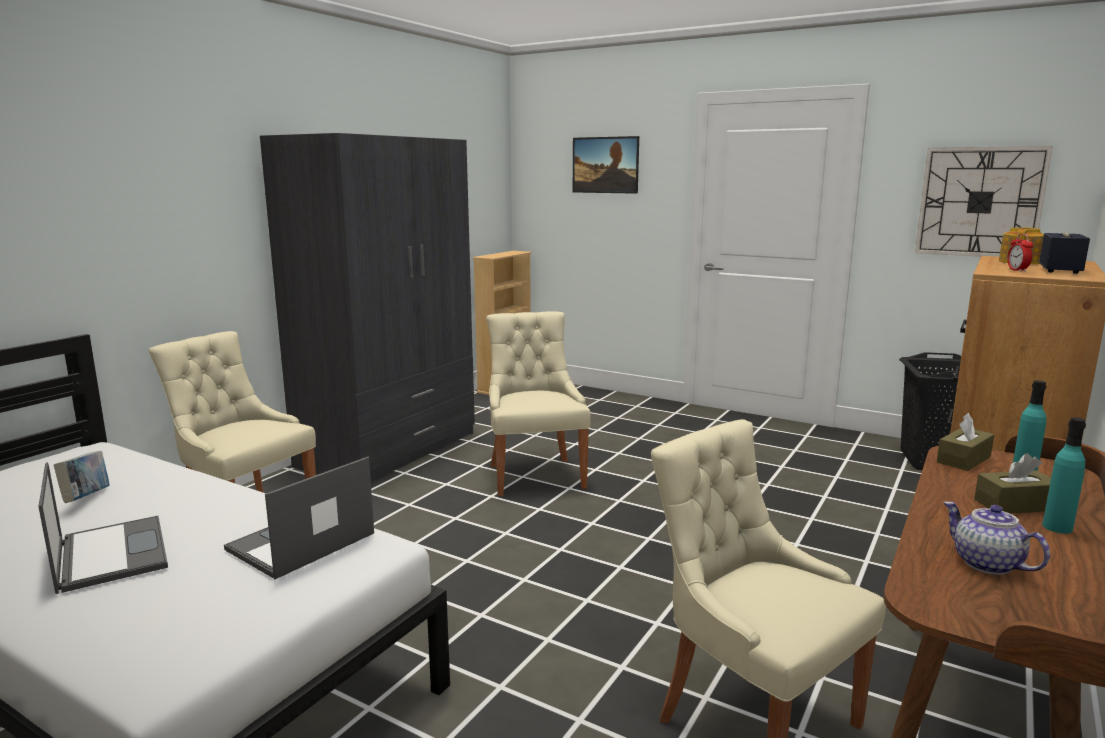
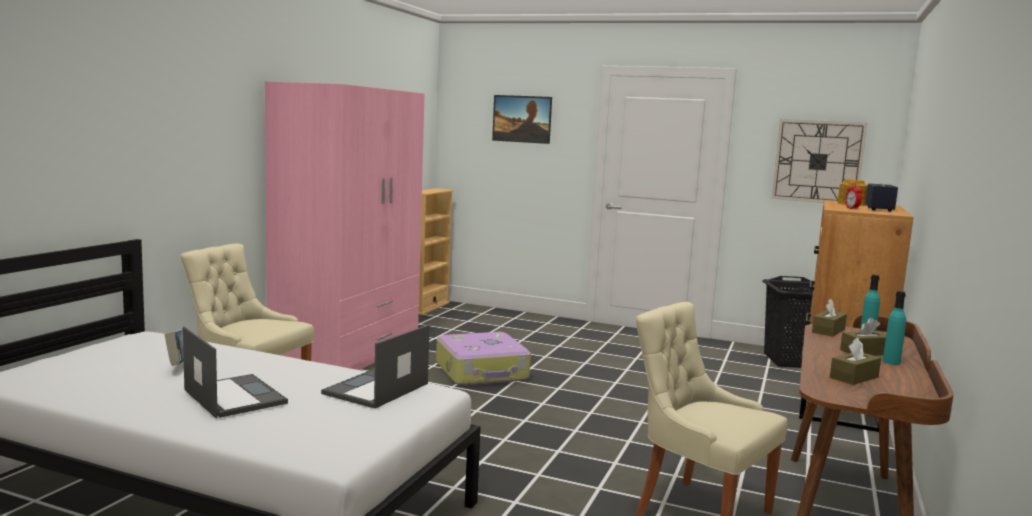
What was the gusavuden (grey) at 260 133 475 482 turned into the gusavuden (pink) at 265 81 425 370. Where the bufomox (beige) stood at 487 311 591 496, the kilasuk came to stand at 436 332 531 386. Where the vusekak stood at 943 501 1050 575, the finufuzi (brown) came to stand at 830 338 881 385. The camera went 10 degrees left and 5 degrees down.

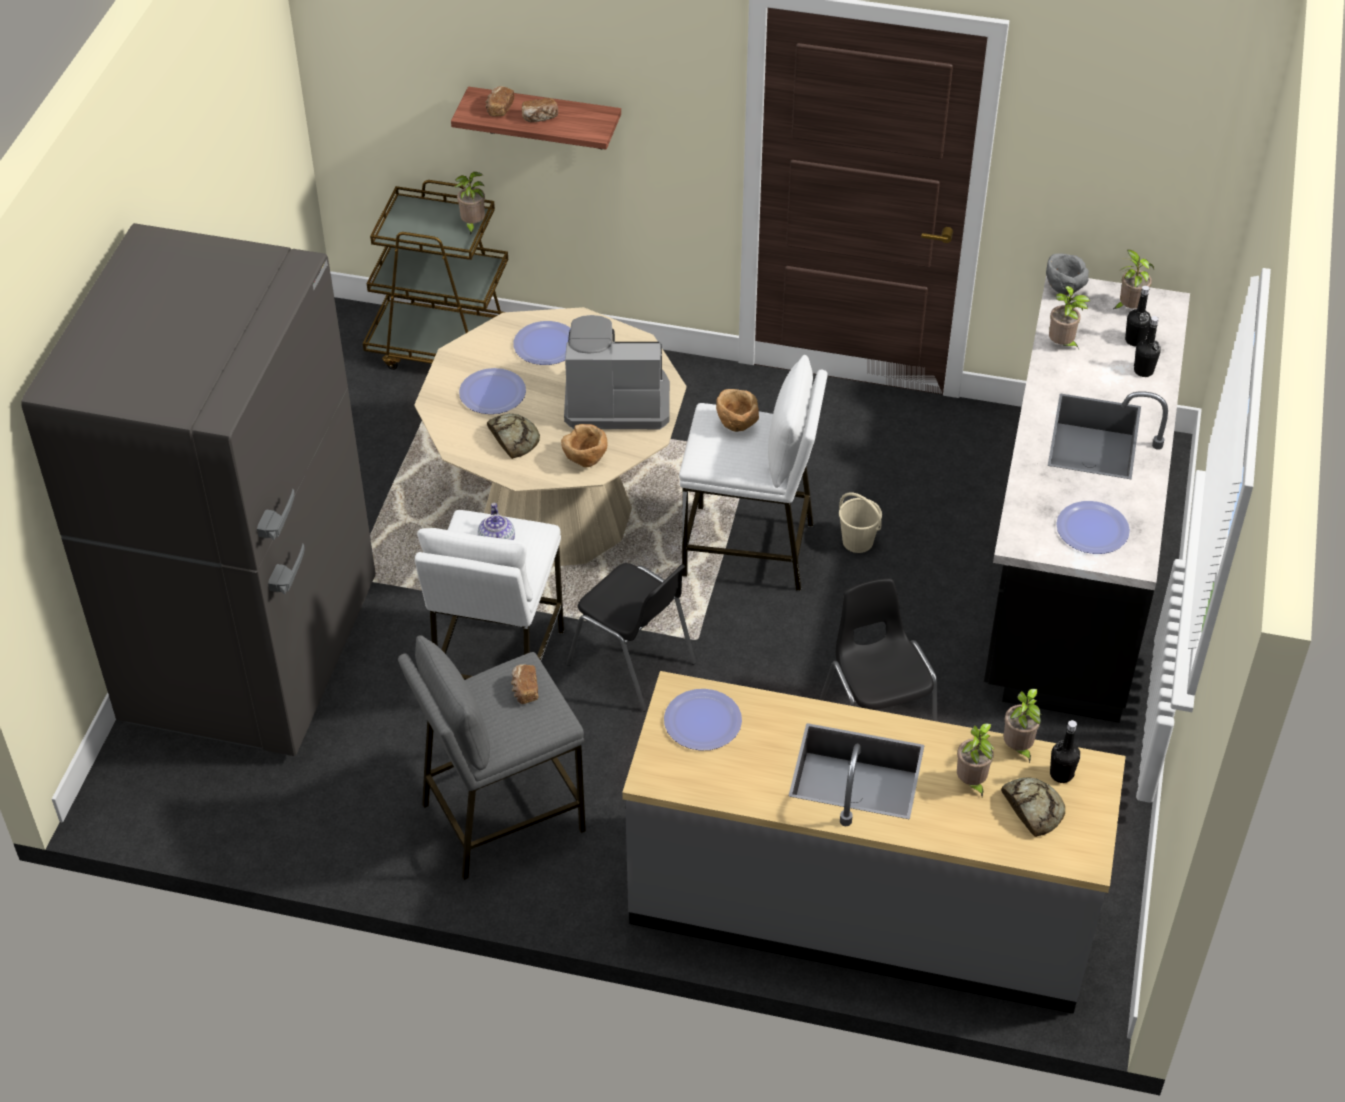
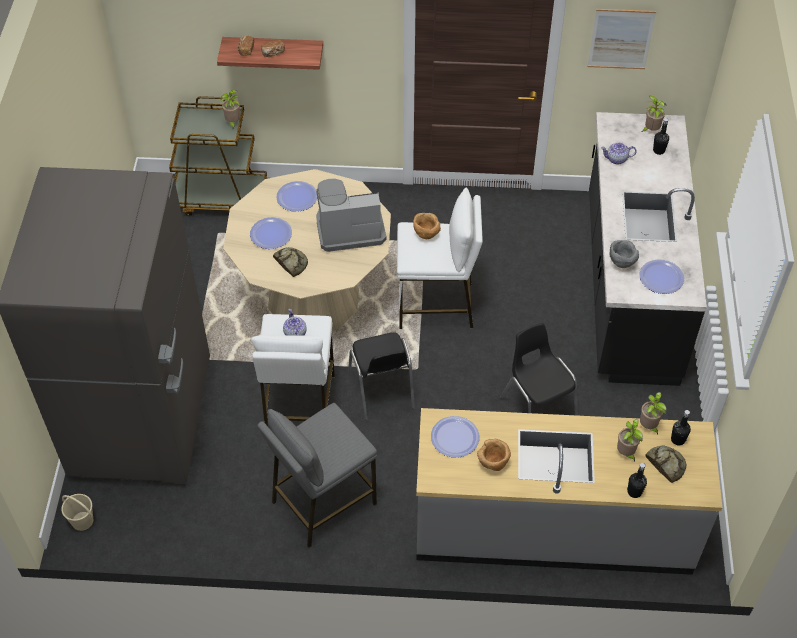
The second view lost the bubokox at 511 664 539 704. The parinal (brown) ended up elsewhere, having gone from 561 424 608 467 to 477 439 511 471. The bufomox (black) at 566 563 696 712 ended up facing another way, 45 degrees clockwise from before. The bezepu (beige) ended up elsewhere, having gone from 839 492 882 553 to 61 494 93 531. The parinal (grey) ended up elsewhere, having gone from 1046 253 1089 295 to 609 240 639 268. Where the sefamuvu stood at 1049 286 1090 349, the vusekak came to stand at 601 142 637 164. The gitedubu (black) ended up elsewhere, having gone from 1134 316 1161 377 to 627 463 647 498. The second view gained the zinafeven at 587 9 656 69. The camera went 10 degrees left and 5 degrees up.

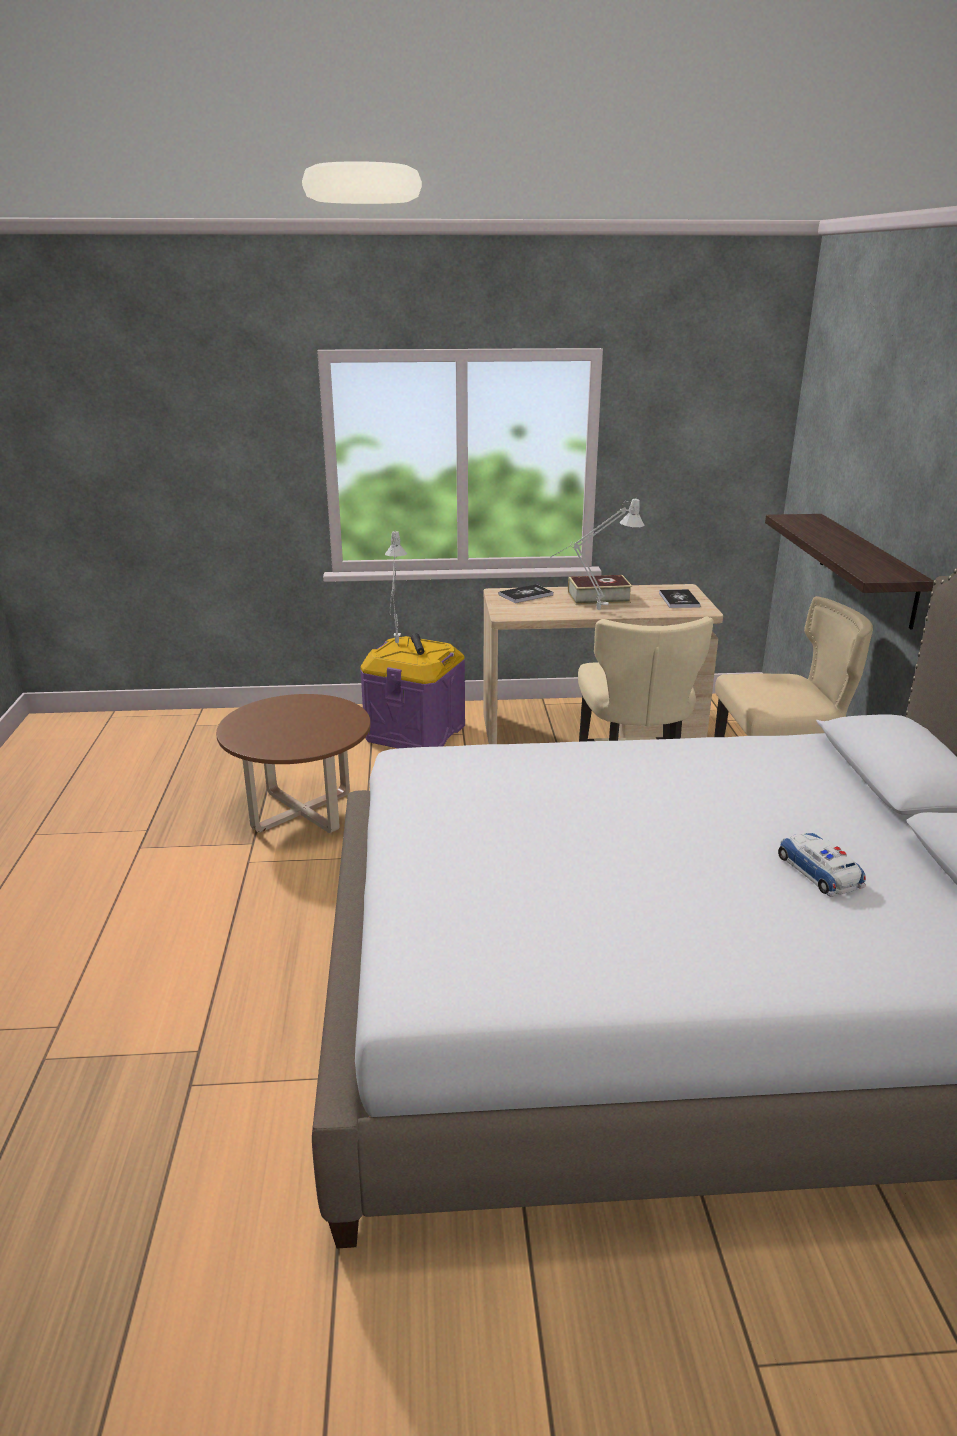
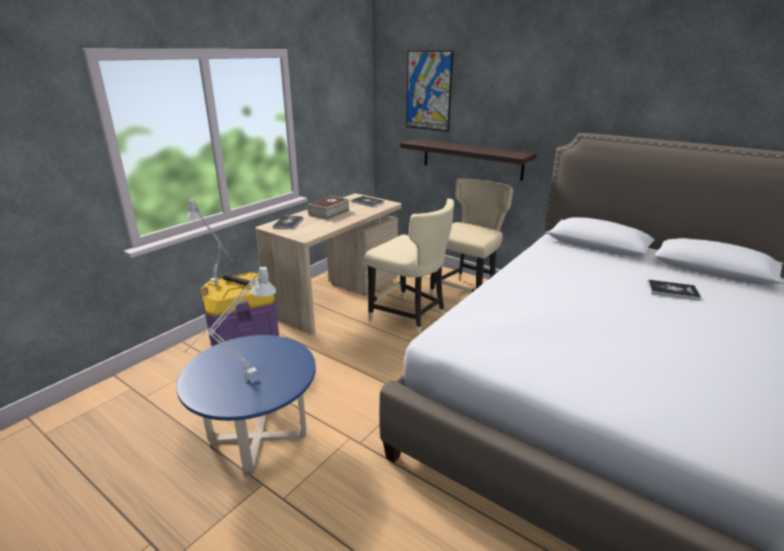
What was the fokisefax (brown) at 216 694 371 833 turned into the fokisefax (blue) at 176 335 316 474. The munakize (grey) ended up elsewhere, having gone from 552 499 645 610 to 184 267 276 379. Where the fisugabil stood at 778 833 866 897, the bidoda came to stand at 647 280 701 300. The second view gained the zinafeven at 406 51 453 132. The camera went 50 degrees left and 0 degrees up.

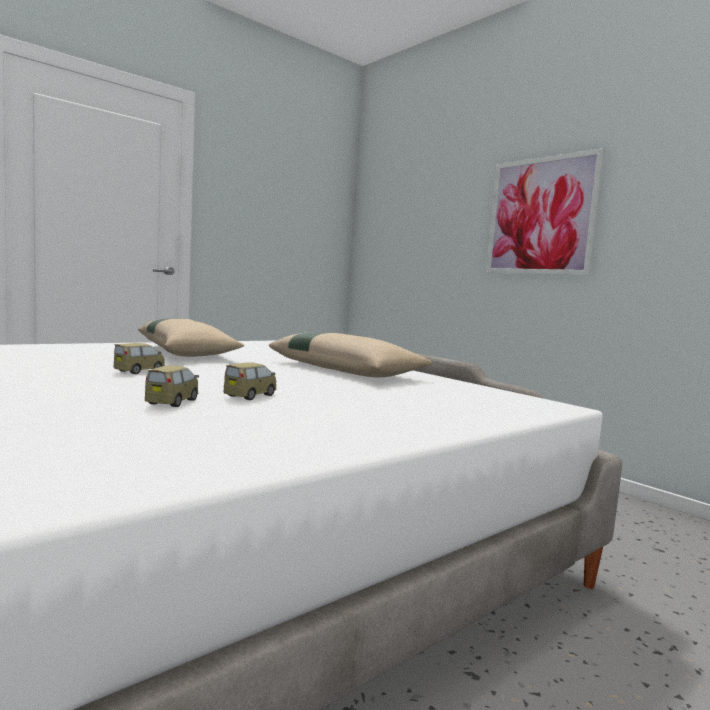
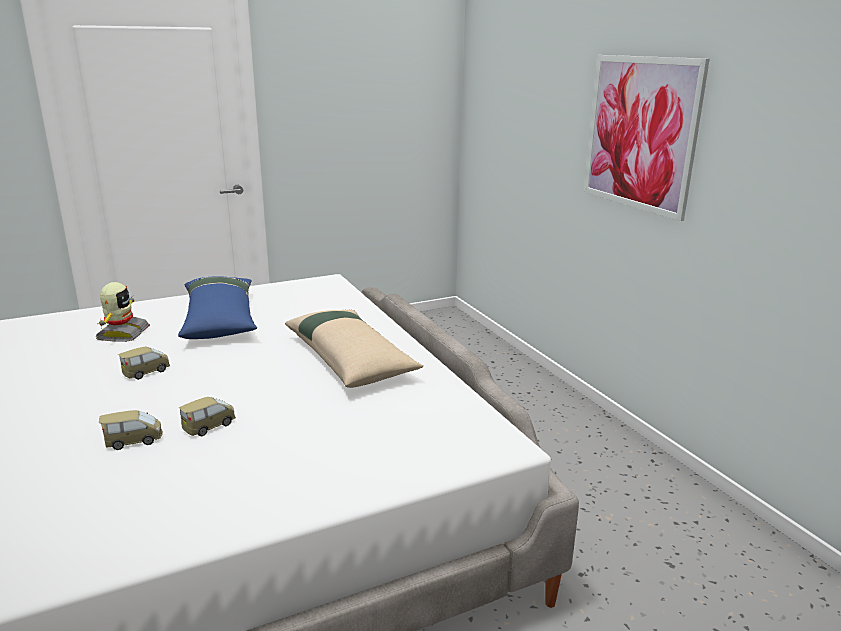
What was the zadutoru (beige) at 138 318 244 357 turned into the zadutoru (blue) at 178 276 257 339. The fisugabil at 145 365 199 407 ended up facing another way, 45 degrees clockwise from before. The second view gained the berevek at 96 282 150 342. The camera went 15 degrees right and 15 degrees up.

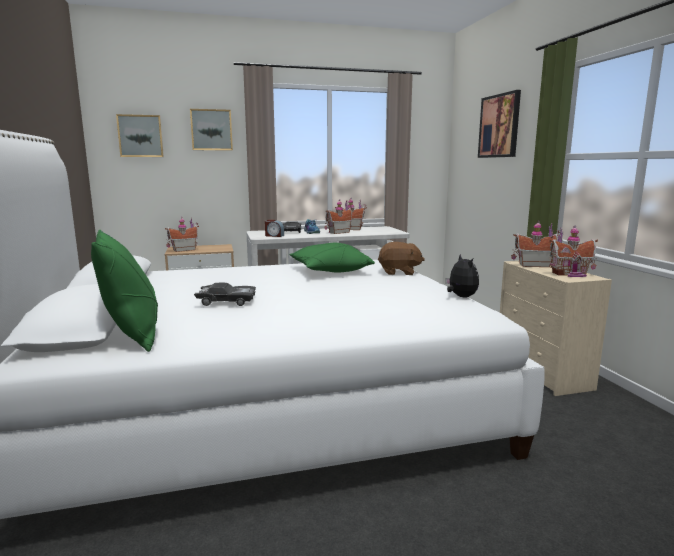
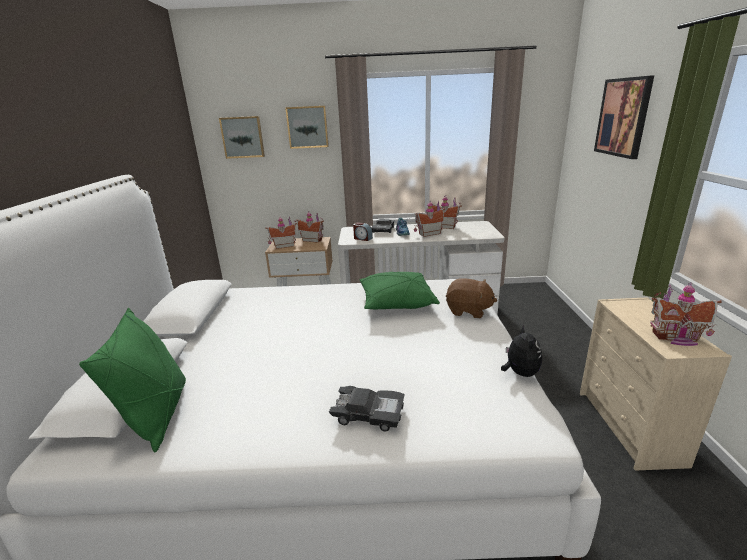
The fisugabil (black) ended up elsewhere, having gone from 194 283 256 306 to 329 386 405 432. The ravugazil ended up elsewhere, having gone from 511 220 560 267 to 296 213 324 243. The camera went 15 degrees right and 10 degrees up.

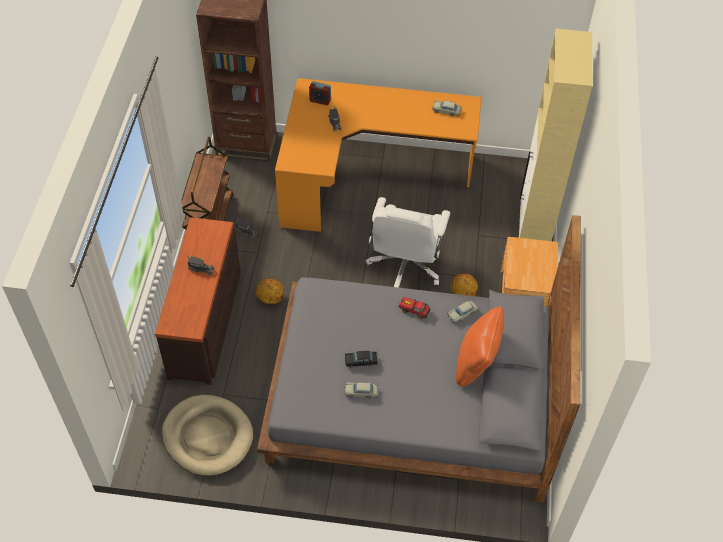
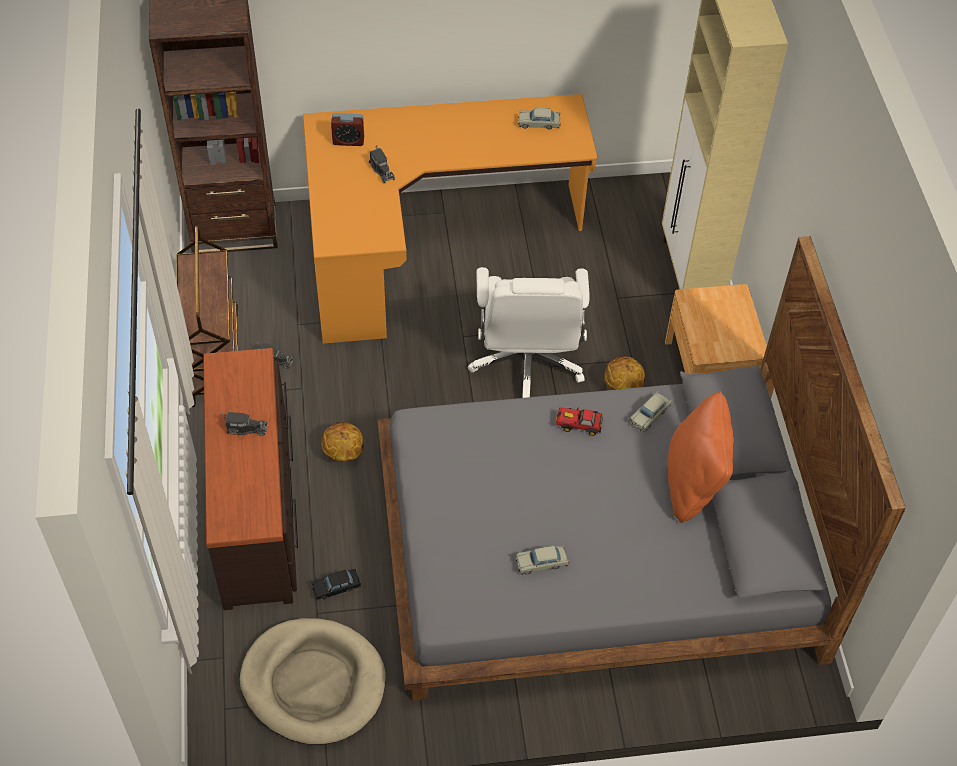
The fisugabil (black) ended up elsewhere, having gone from 345 351 378 368 to 311 569 361 601. The camera went 15 degrees left and 0 degrees up.

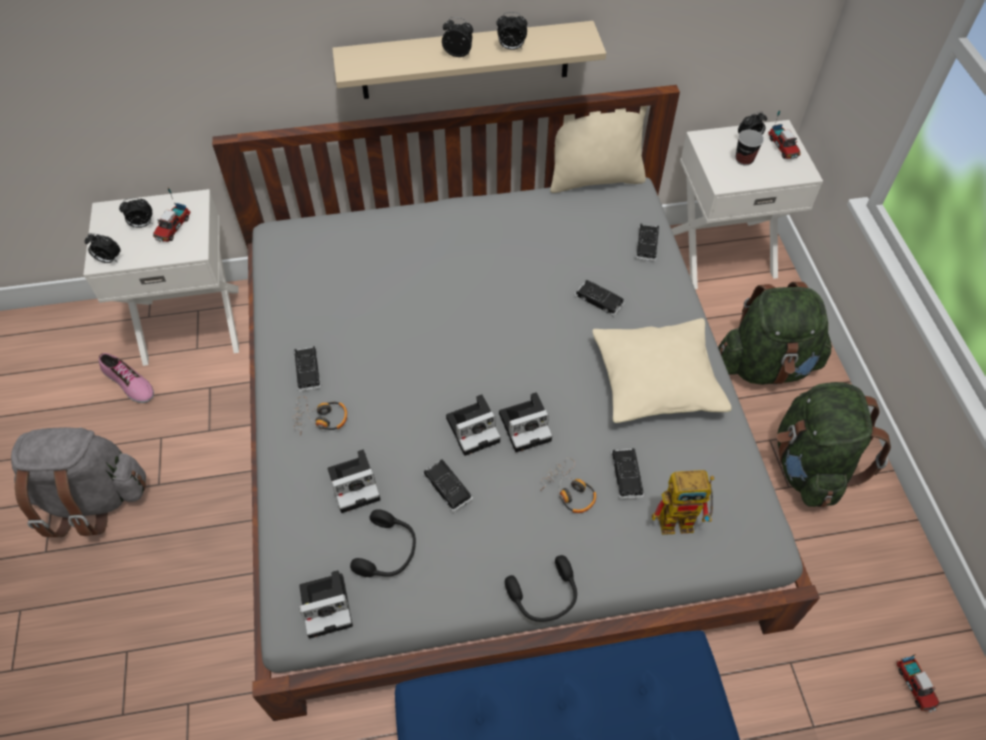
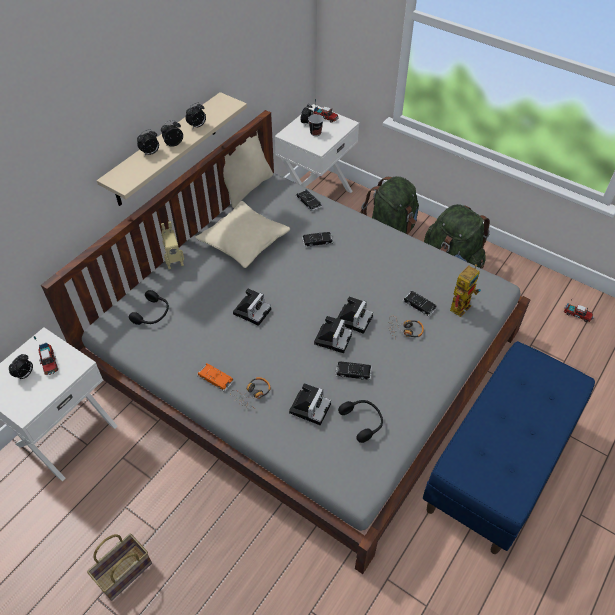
Where the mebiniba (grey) stood at 11 427 146 537, the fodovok came to stand at 87 534 152 601. The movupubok ended up elsewhere, having gone from 84 233 120 263 to 137 129 159 155. The second view lost the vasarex at 99 353 154 403. What was the fisugabil (black) at 294 346 321 391 turned into the fisugabil (orange) at 197 363 234 392. The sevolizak ended up elsewhere, having gone from 299 570 353 639 to 233 288 271 326. The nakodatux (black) ended up elsewhere, having gone from 505 555 577 622 to 129 290 169 325. The zadutoru (beige) ended up elsewhere, having gone from 592 318 732 423 to 195 201 290 268. The second view gained the berevek at 161 222 184 269. The camera went 45 degrees left and 5 degrees down.

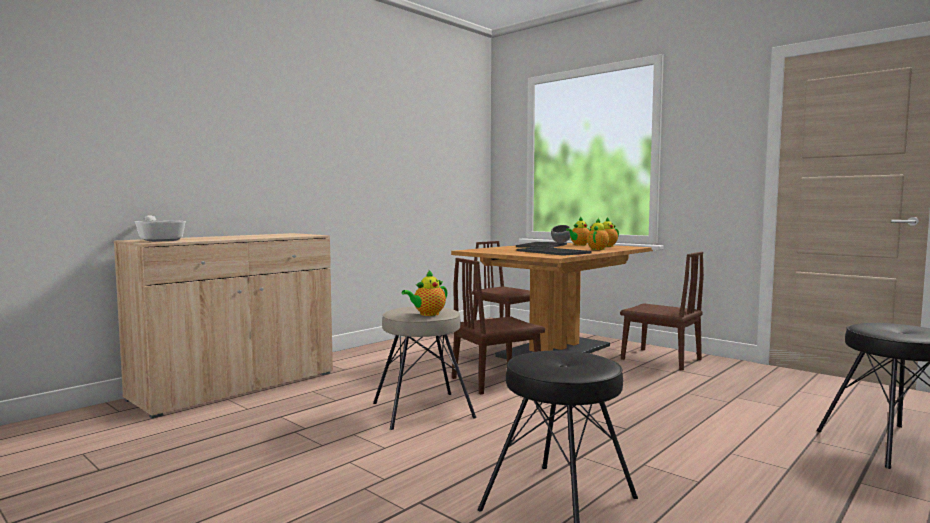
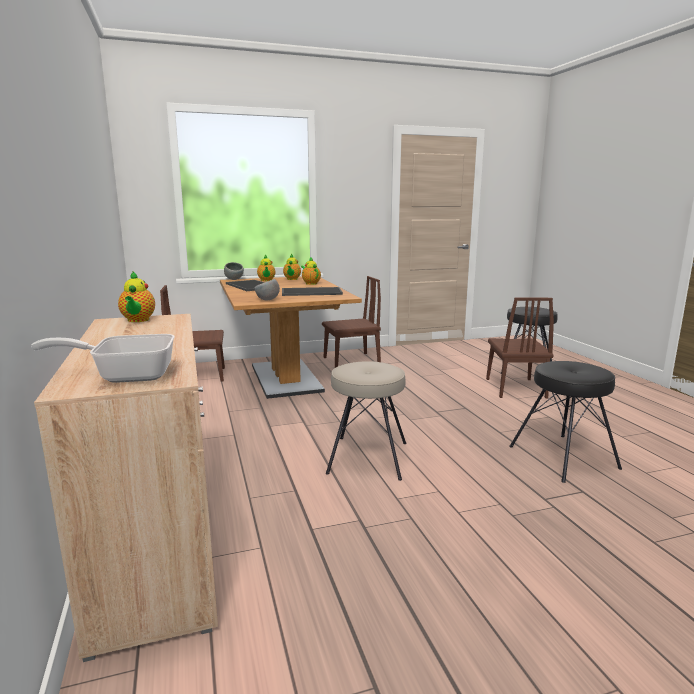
The vusekak ended up elsewhere, having gone from 402 270 447 316 to 118 272 155 322. The bufomox (brown) ended up elsewhere, having gone from 452 258 545 394 to 486 297 554 398. The second view gained the parinal (grey) at 255 279 280 300. The camera went 60 degrees left and 10 degrees up.

